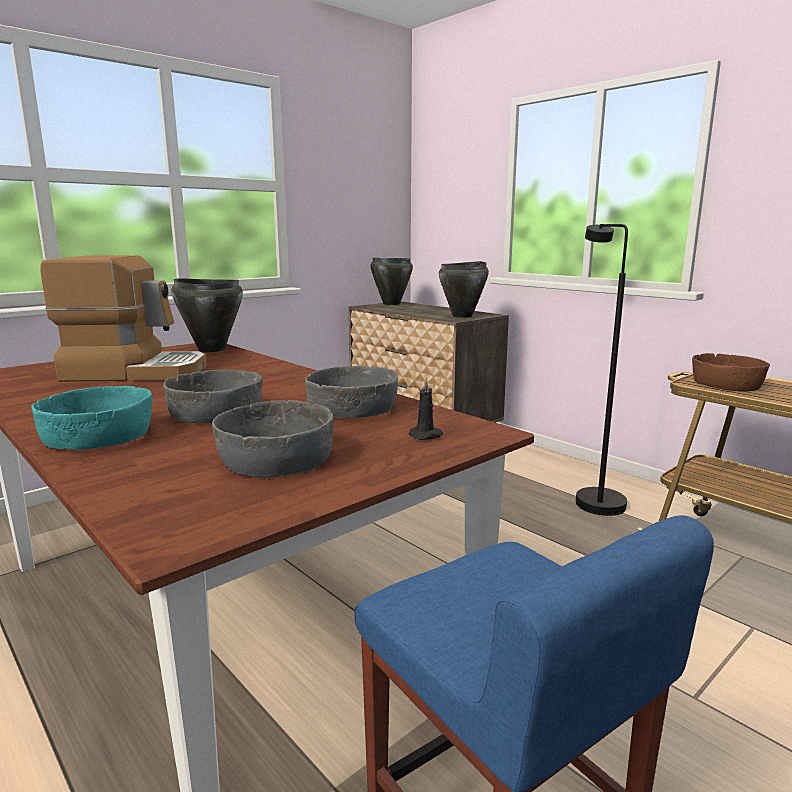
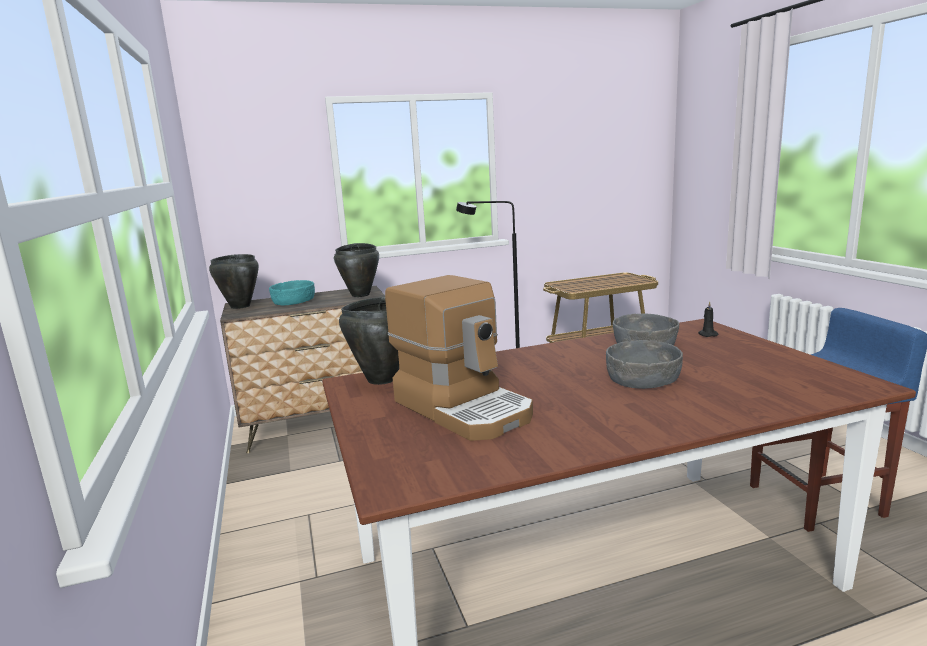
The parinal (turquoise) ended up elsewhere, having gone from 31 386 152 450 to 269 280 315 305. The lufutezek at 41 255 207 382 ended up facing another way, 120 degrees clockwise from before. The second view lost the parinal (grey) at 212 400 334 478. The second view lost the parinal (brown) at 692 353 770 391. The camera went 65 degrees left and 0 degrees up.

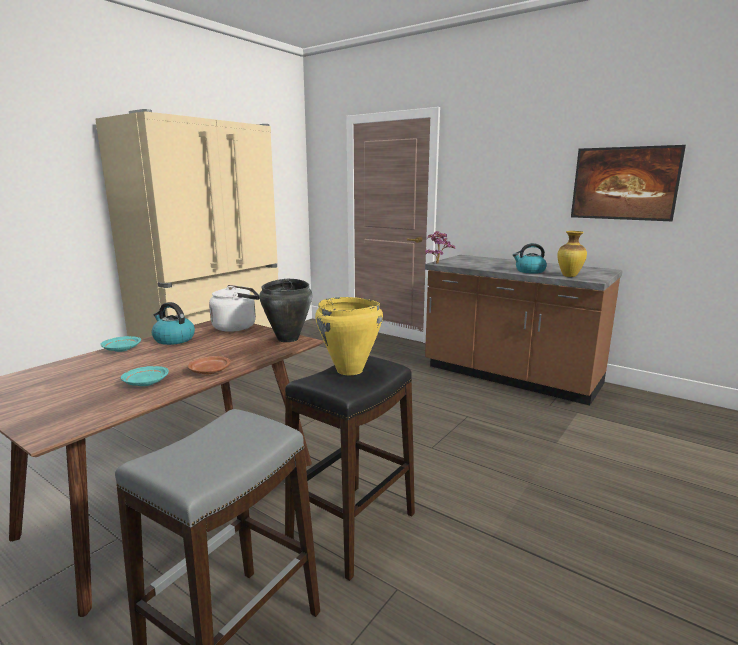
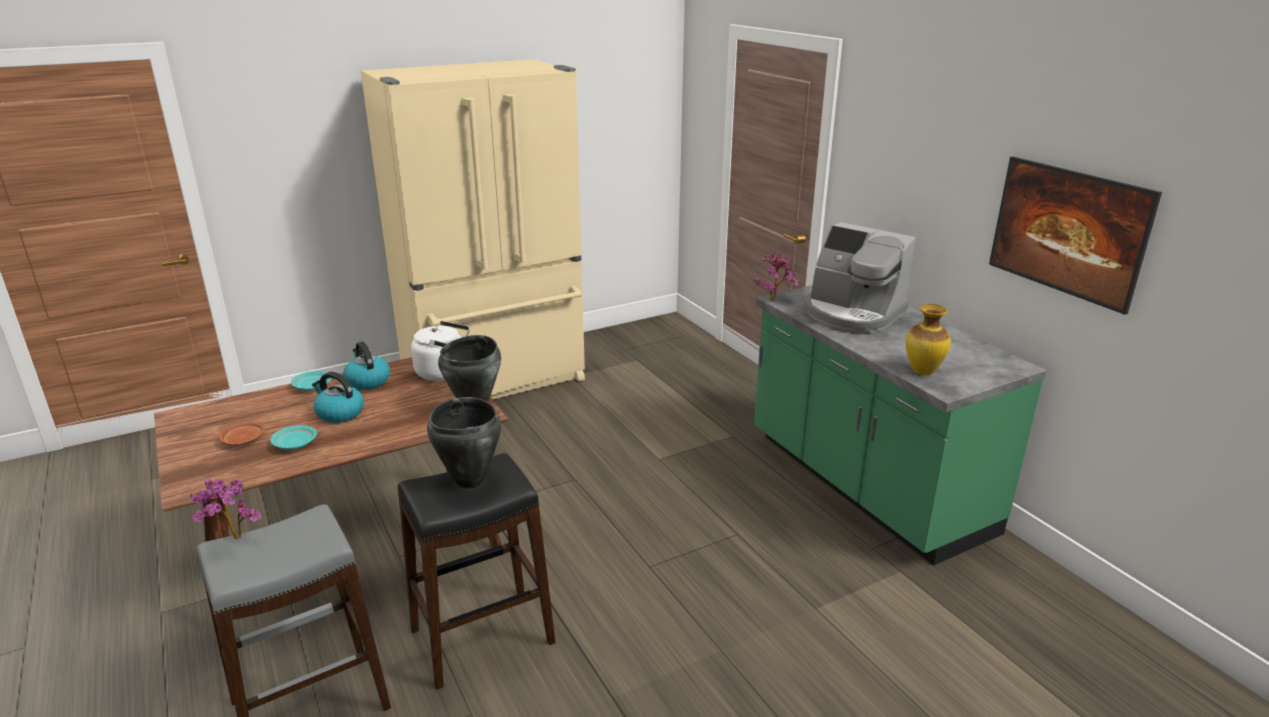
The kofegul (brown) ended up elsewhere, having gone from 188 356 230 374 to 219 421 265 446. What was the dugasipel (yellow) at 315 297 383 375 turned into the dugasipel (black) at 427 397 502 488. What was the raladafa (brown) at 425 255 623 405 turned into the raladafa (green) at 754 285 1047 565. The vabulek ended up elsewhere, having gone from 513 243 547 274 to 312 372 364 423. The second view gained the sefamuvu at 190 478 262 539. The second view gained the lufutezek at 805 222 916 333. The camera went 25 degrees right and 10 degrees up.

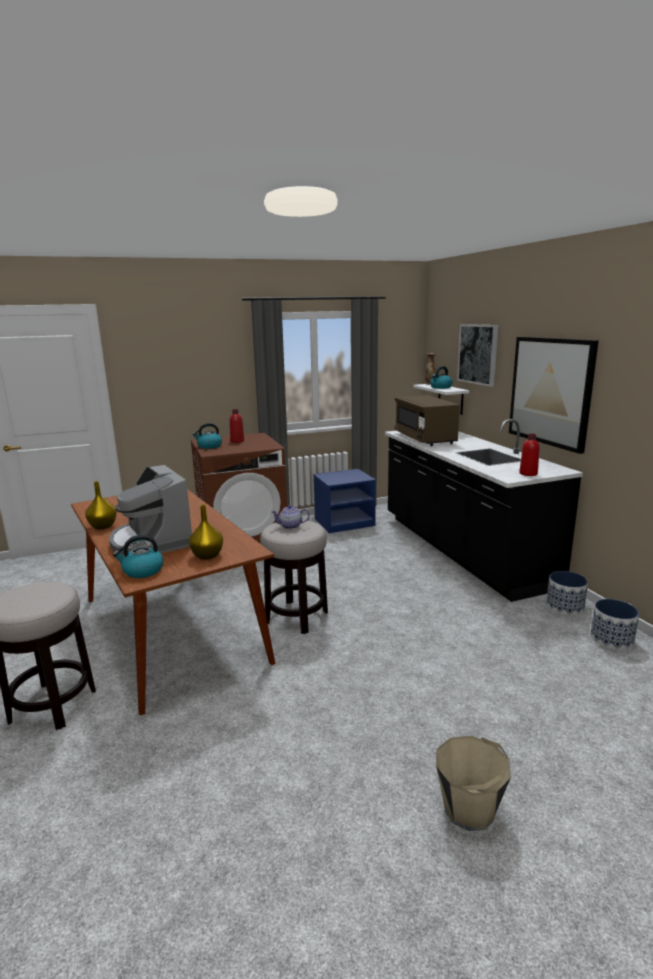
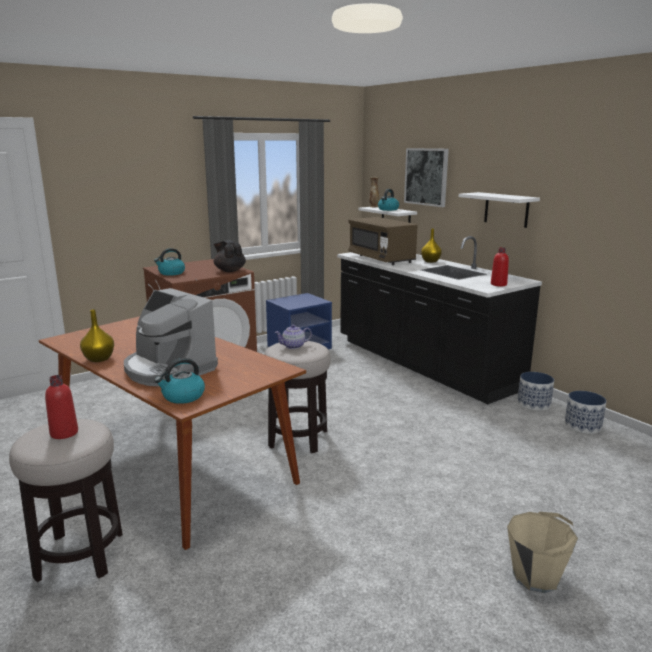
The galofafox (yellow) ended up elsewhere, having gone from 189 504 223 560 to 421 229 442 263. The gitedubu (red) ended up elsewhere, having gone from 230 409 244 443 to 45 375 78 439. Where the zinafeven hung at 509 337 599 454, the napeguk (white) came to hang at 459 192 540 228. The second view gained the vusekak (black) at 214 240 246 272. The camera went 15 degrees left and 0 degrees up.

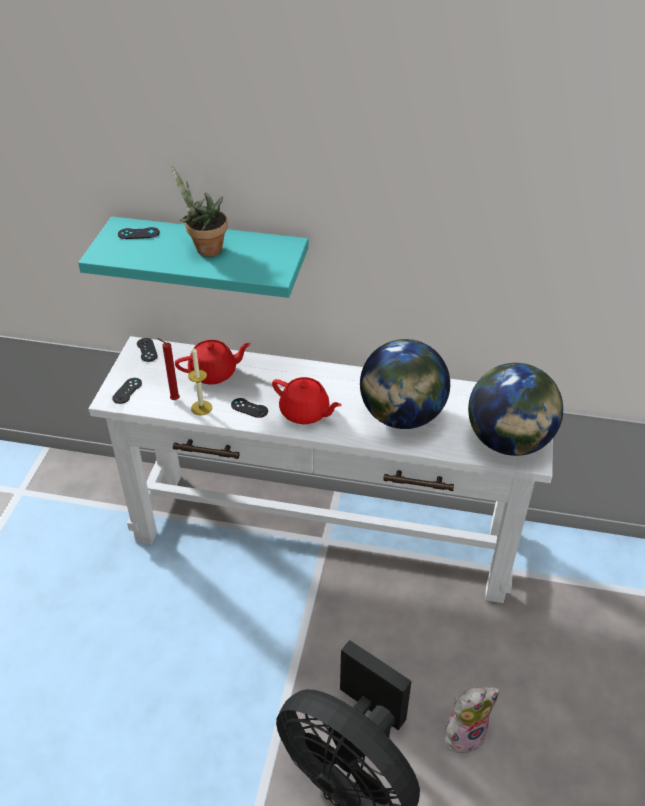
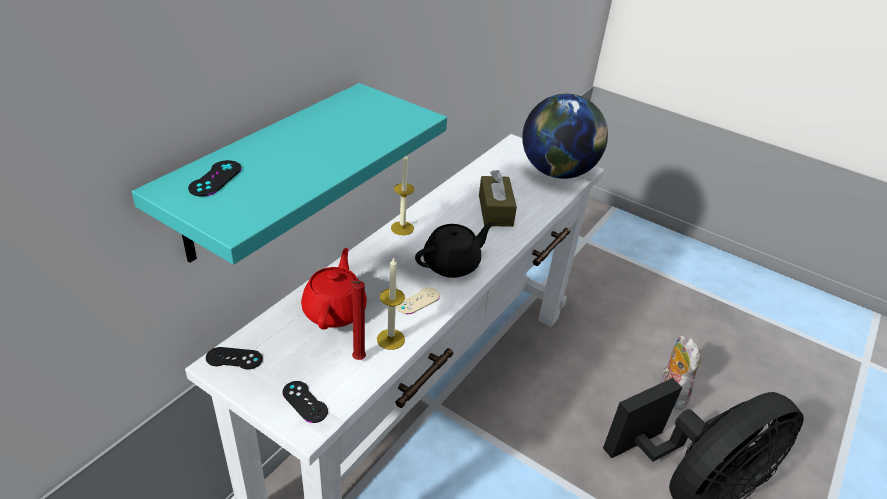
The second view lost the sefamuvu at 171 164 228 257. What was the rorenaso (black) at 231 398 268 418 turned into the rorenaso (beige) at 396 287 440 314. What was the vusekak (red) at 272 377 342 424 turned into the vusekak (black) at 415 222 494 278. Where the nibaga stood at 360 339 450 429, the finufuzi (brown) came to stand at 479 170 517 227. The second view gained the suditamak at 391 156 414 235. The camera went 70 degrees left and 5 degrees down.

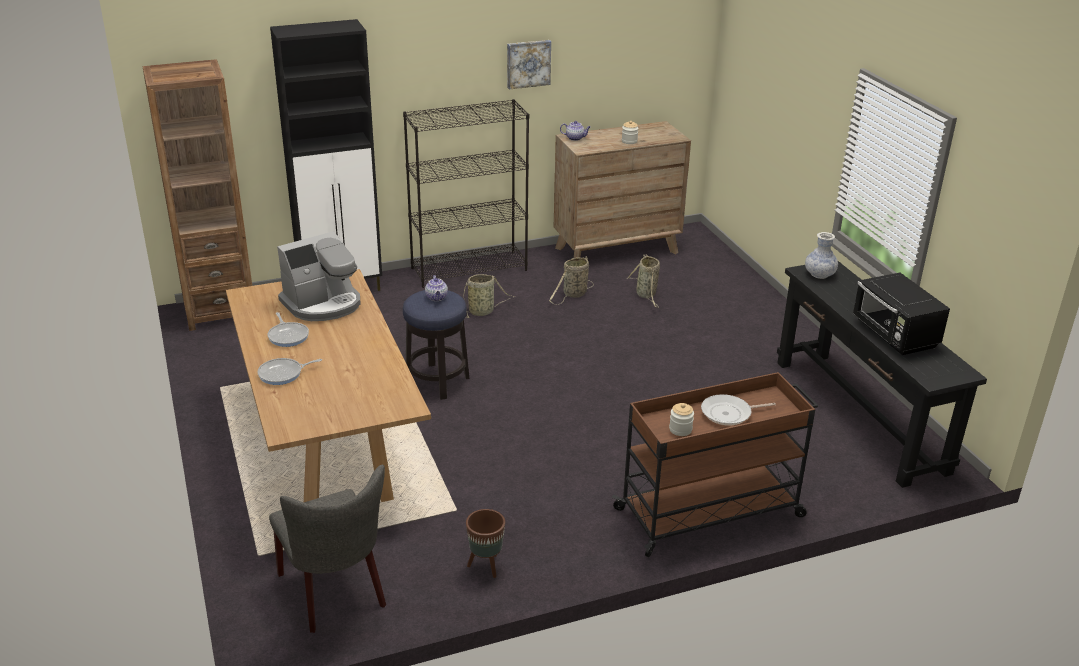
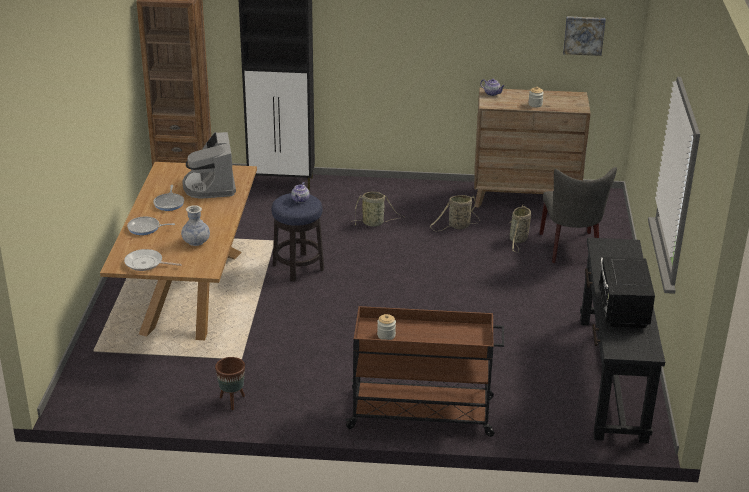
The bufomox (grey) ended up elsewhere, having gone from 269 465 386 633 to 539 167 617 263. The lufutezek at 277 231 360 321 ended up facing another way, 90 degrees clockwise from before. The second view lost the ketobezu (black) at 403 99 529 288. The zinafeven ended up elsewhere, having gone from 507 40 551 89 to 563 16 606 56. The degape ended up elsewhere, having gone from 701 394 776 426 to 124 249 182 271. The galofafox ended up elsewhere, having gone from 805 232 838 279 to 181 205 210 246. The camera went 25 degrees right and 0 degrees up.

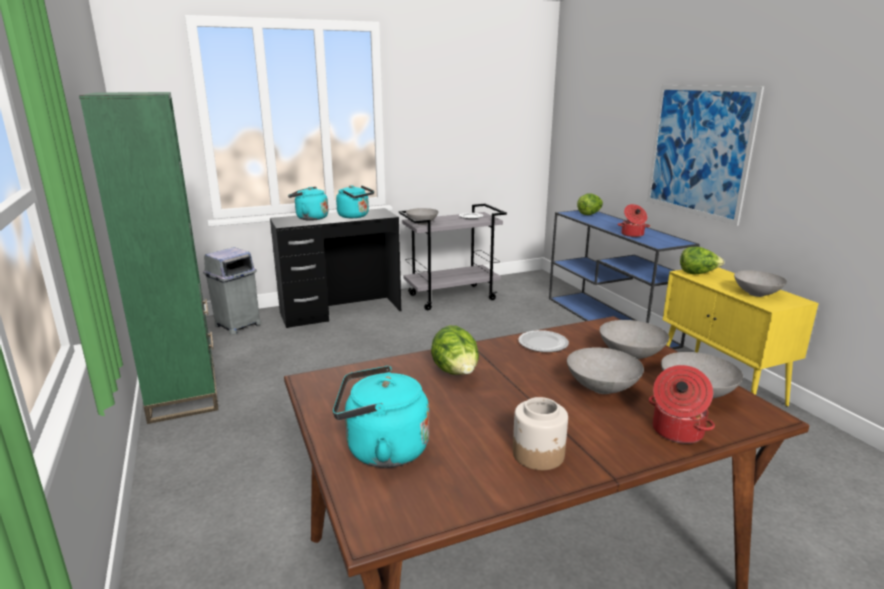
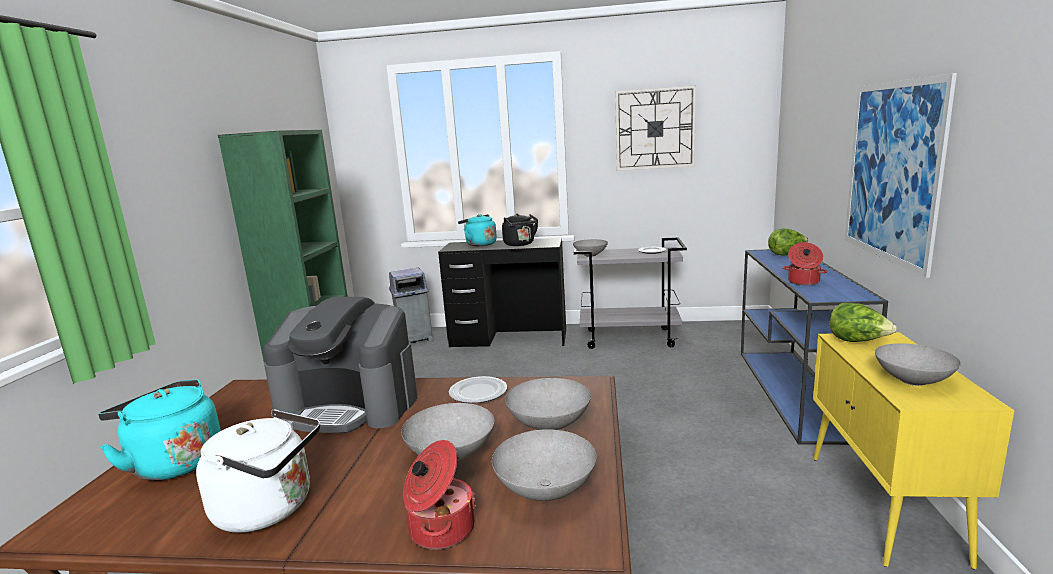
What was the vabulek (turquoise) at 336 185 374 218 turned into the vabulek (black) at 502 214 538 246. Where the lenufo stood at 431 325 479 375, the lufutezek came to stand at 263 297 418 433. Where the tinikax stood at 513 397 568 470, the vabulek (white) came to stand at 196 409 320 533. The second view gained the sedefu at 615 85 696 171. The camera went 30 degrees right and 5 degrees down.

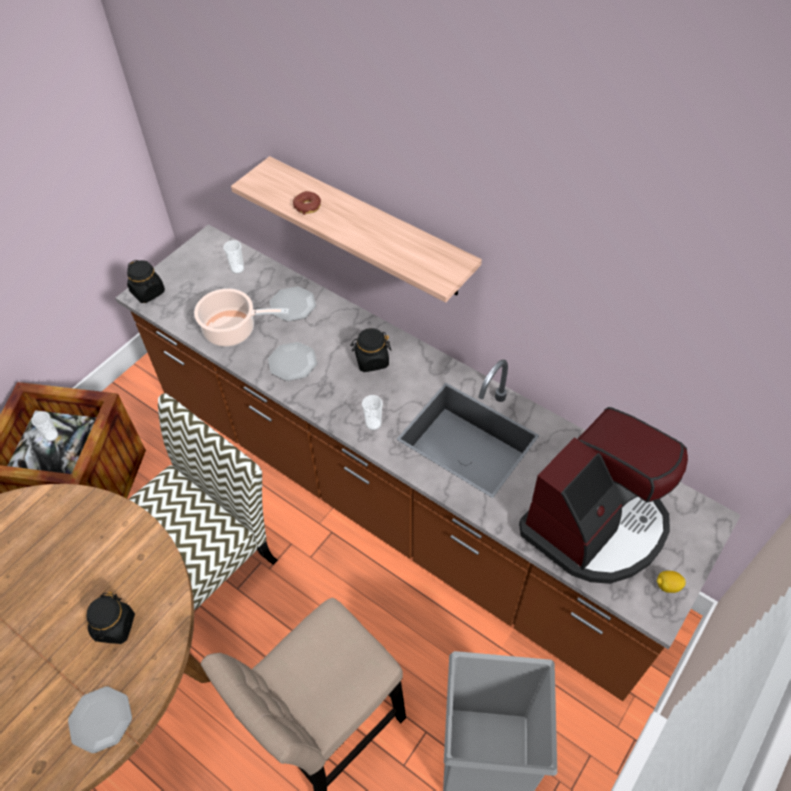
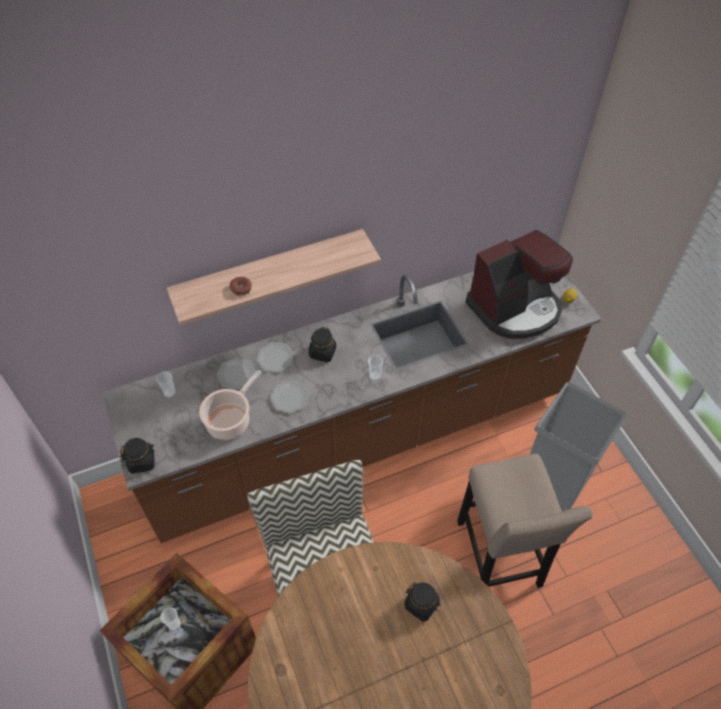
The kofegul ended up elsewhere, having gone from 68 686 132 753 to 256 342 295 373. The lufutezek at 519 407 688 584 ended up facing another way, 75 degrees clockwise from before. The camera went 60 degrees left and 0 degrees up.

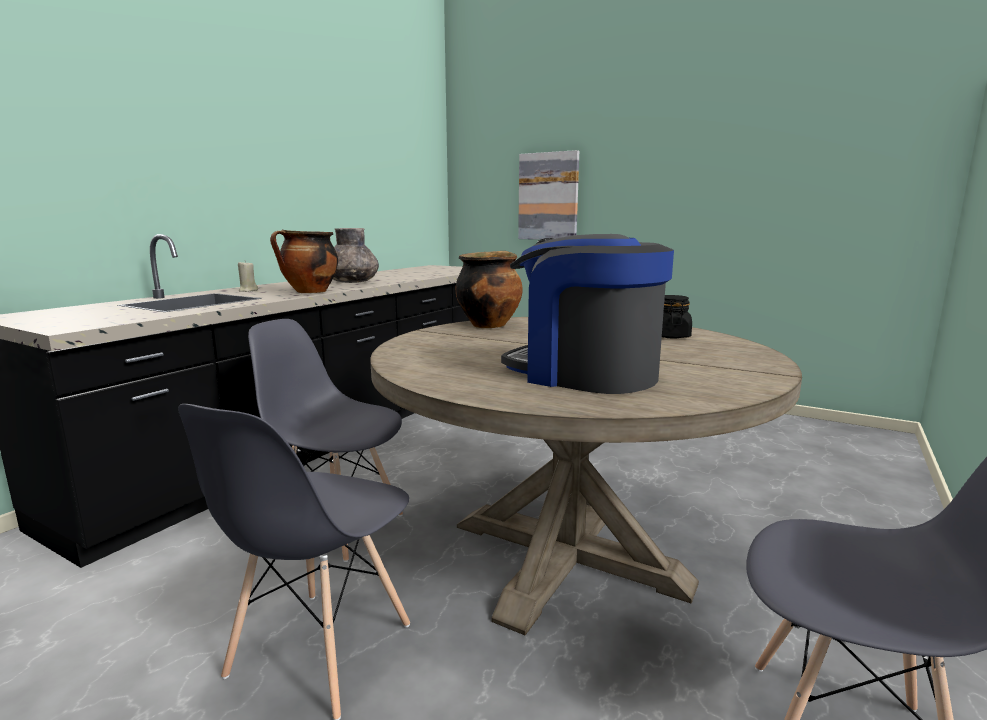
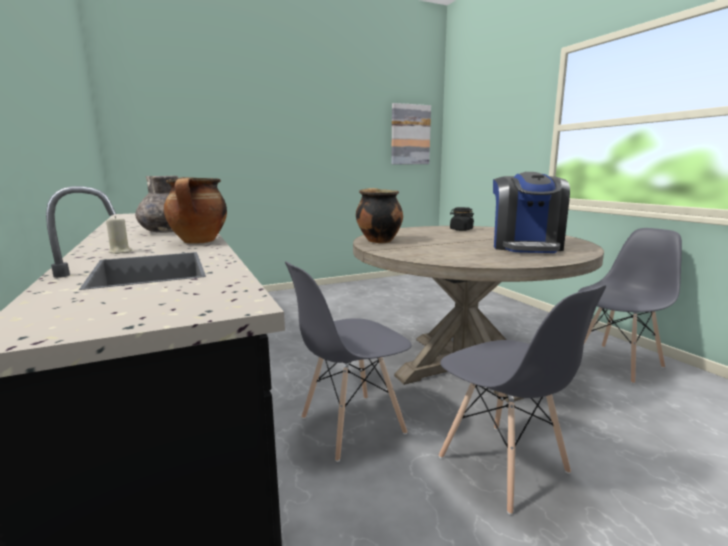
The lufutezek at 501 234 674 394 ended up facing another way, 60 degrees counterclockwise from before. The zinafeven ended up elsewhere, having gone from 518 150 579 240 to 391 103 431 164. The camera went 55 degrees left and 0 degrees up.

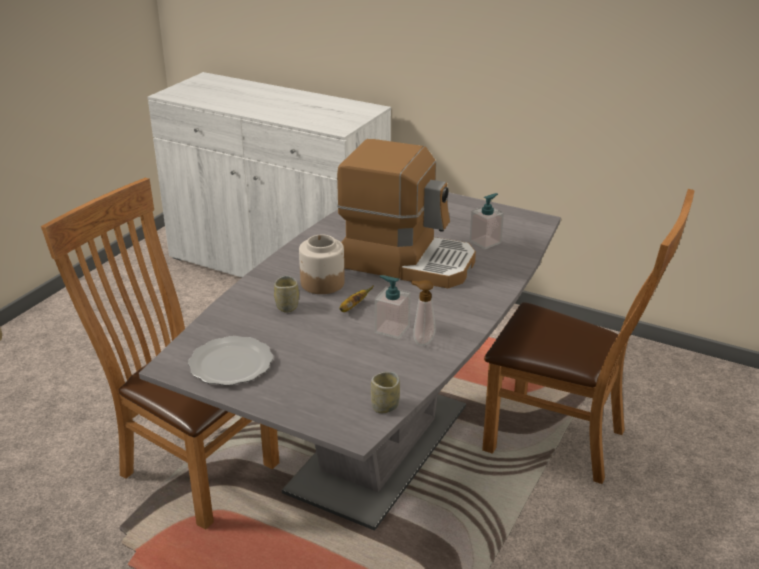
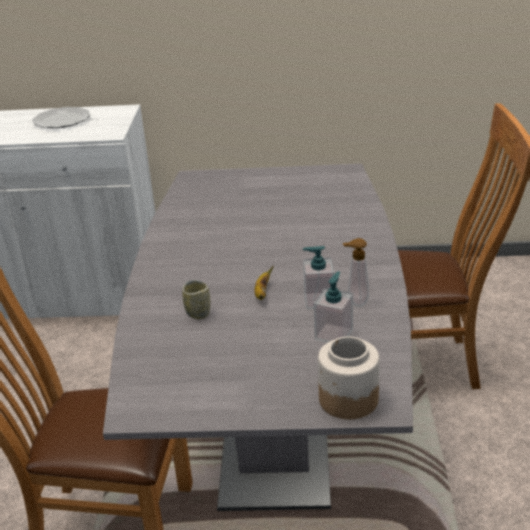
The kofegul ended up elsewhere, having gone from 188 336 273 386 to 33 107 91 128. The tinikax ended up elsewhere, having gone from 299 235 345 294 to 318 336 380 419. The second view lost the lufutezek at 337 139 476 288. The second view lost the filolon at 371 372 400 413. The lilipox ended up elsewhere, having gone from 470 193 504 249 to 314 272 353 343. The camera went 25 degrees left and 0 degrees up.

